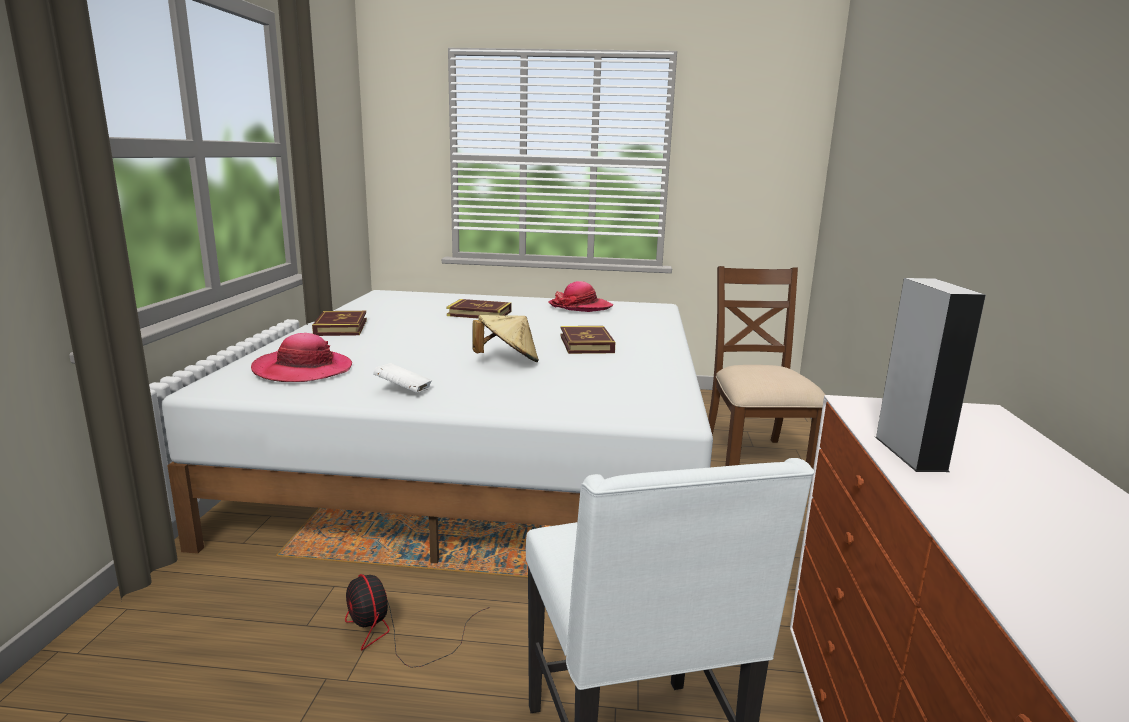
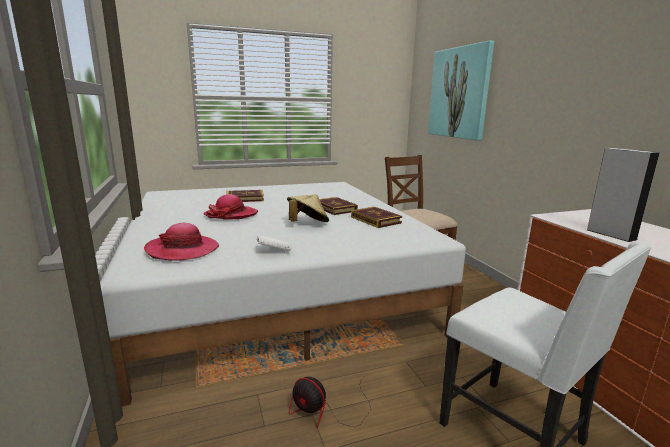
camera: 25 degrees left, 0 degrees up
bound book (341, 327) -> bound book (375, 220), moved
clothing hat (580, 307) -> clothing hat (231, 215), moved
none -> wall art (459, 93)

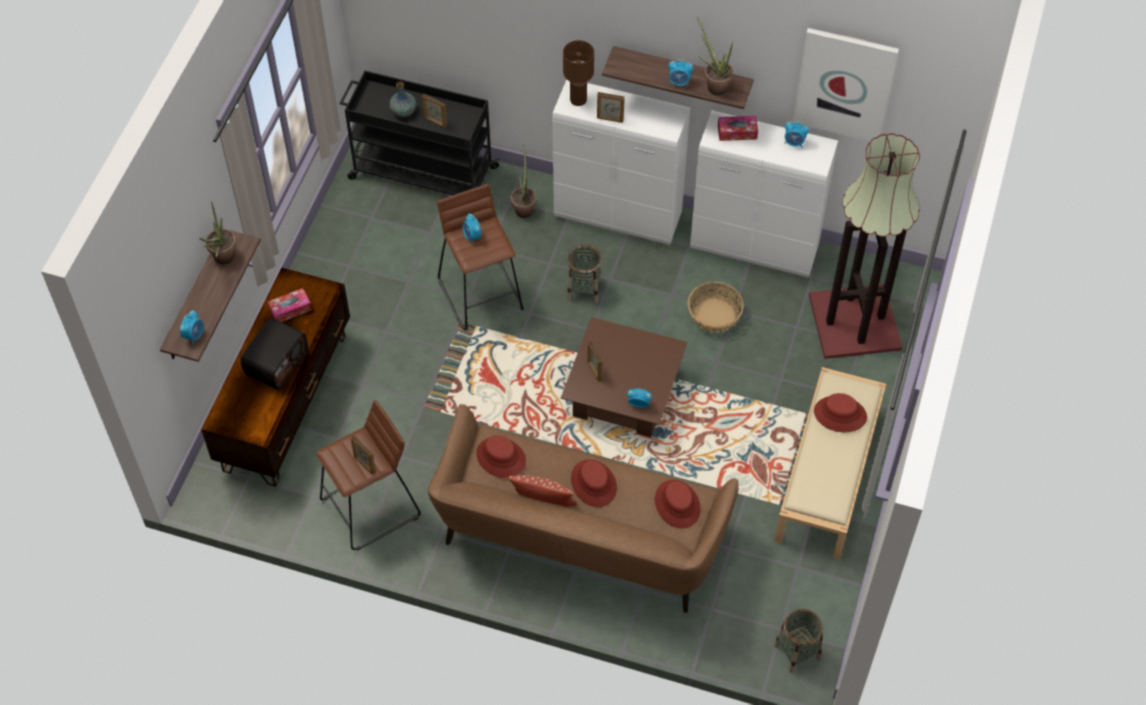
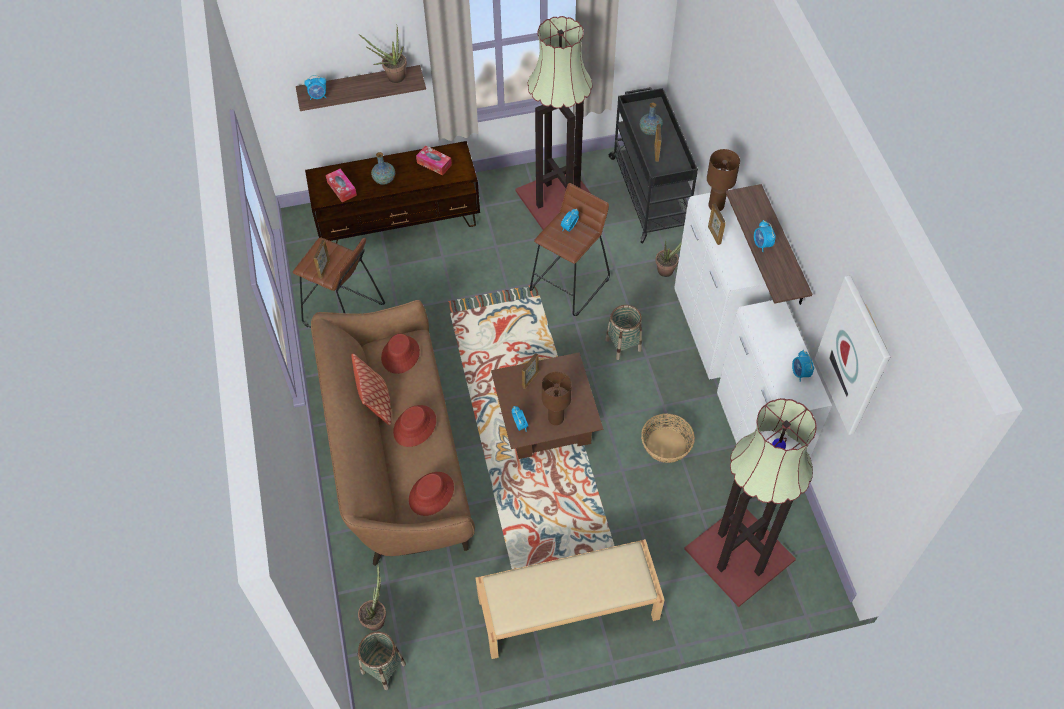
camera: 60 degrees right, 0 degrees up
radio set (276, 363) -> vase (384, 180)
plant in a pot (714, 85) -> plant in a pot (376, 617), moved
tissue box (737, 132) -> tissue box (342, 189), moved
clothing hat (reddish) (840, 414) -> none
none -> standard lamp (558, 199)
none -> table lamp (brown-coloured) (556, 418)

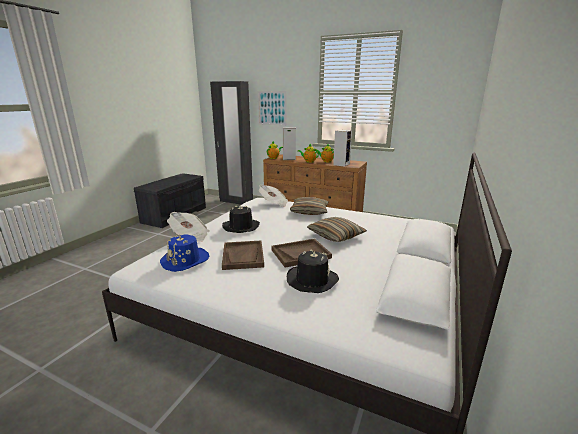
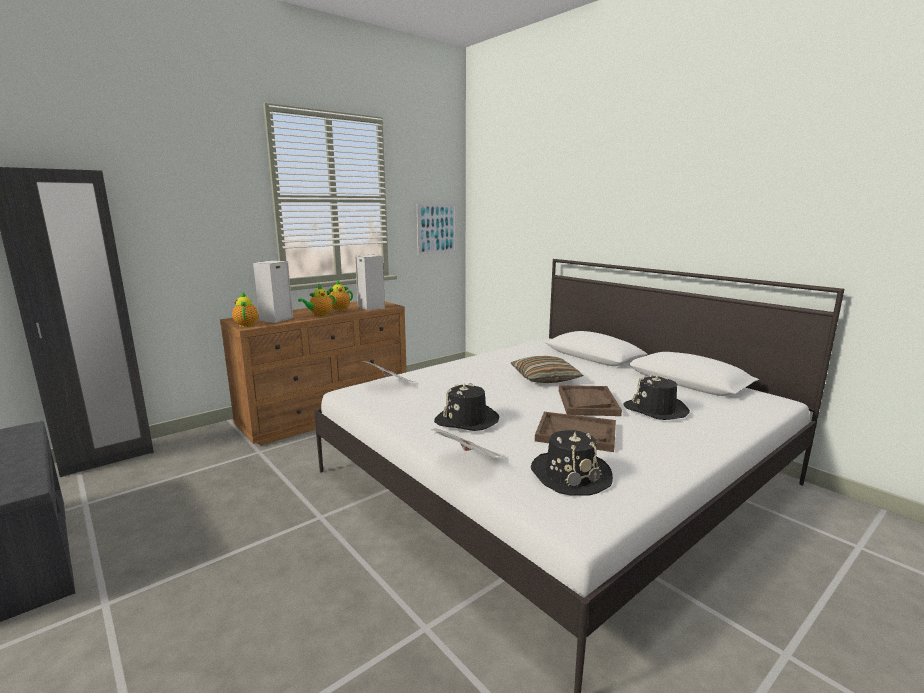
camera: 65 degrees left, 5 degrees down
clothing hat (bluish) (185, 260) -> clothing hat (black-coloured) (570, 475)
wall art (272, 108) -> wall art (436, 229), moved
throw pillow (309, 211) -> none

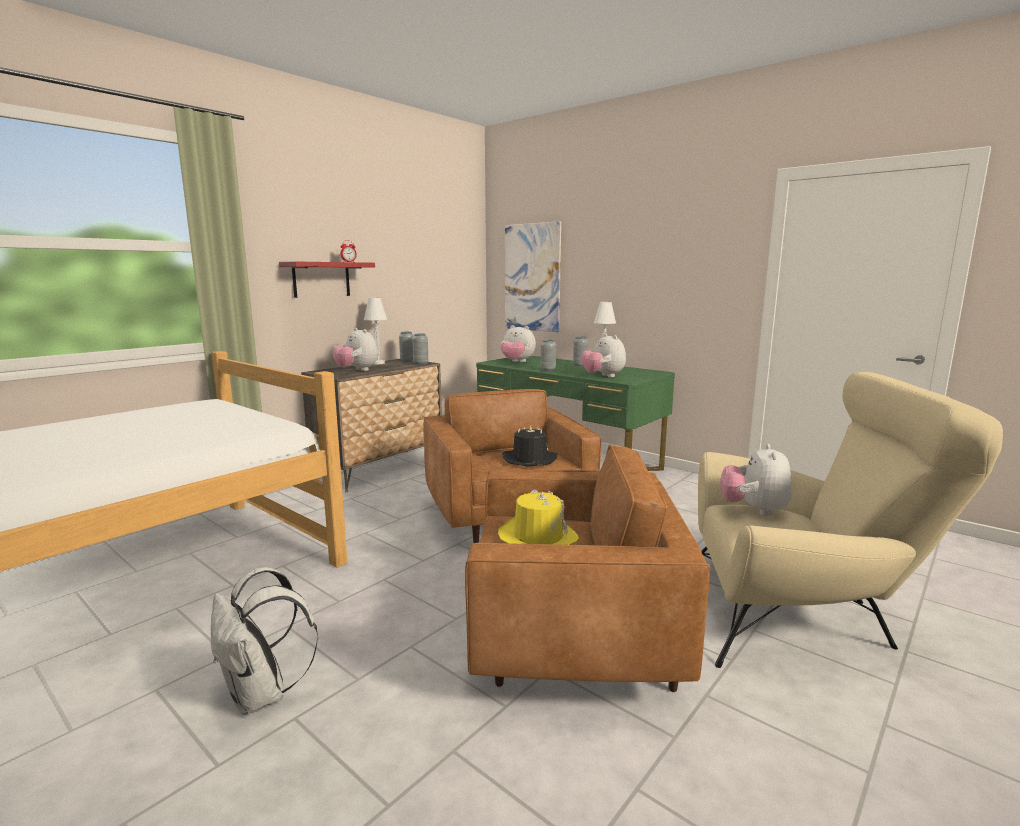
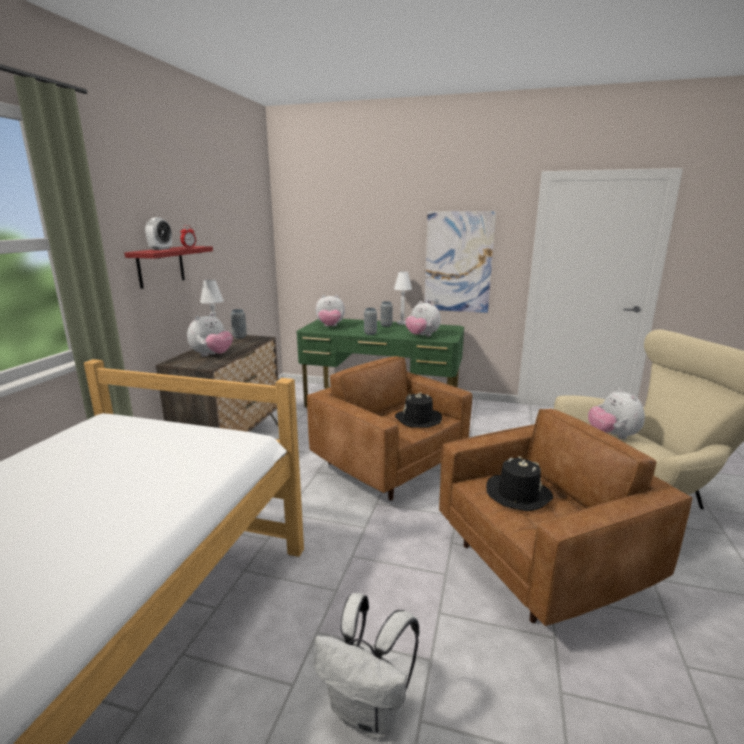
camera: 25 degrees left, 5 degrees up
cuddly toy (357, 370) -> cuddly toy (212, 355), 75 degrees counterclockwise
vase (grey) (421, 363) -> none
clothing hat (yellow) (537, 536) -> clothing hat (black-coloured) (517, 494)
wall art (532, 277) -> wall art (458, 262), moved
none -> bedside clock (161, 249)

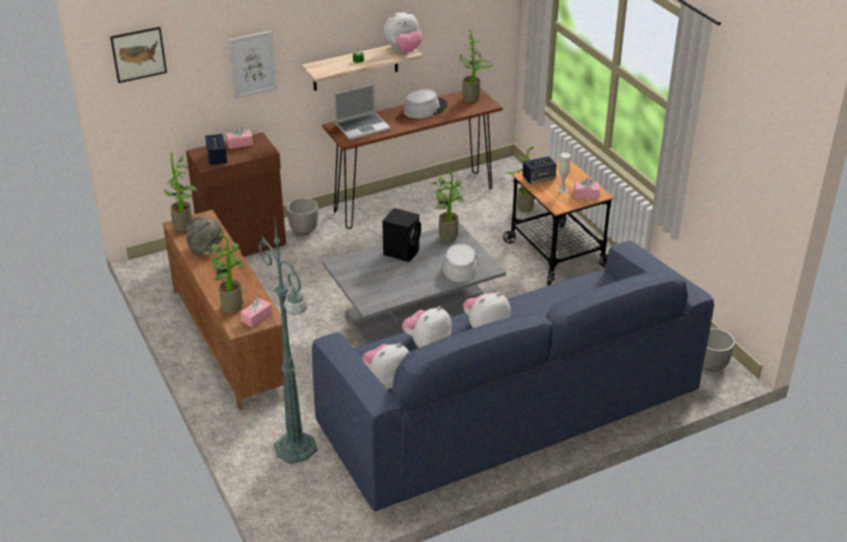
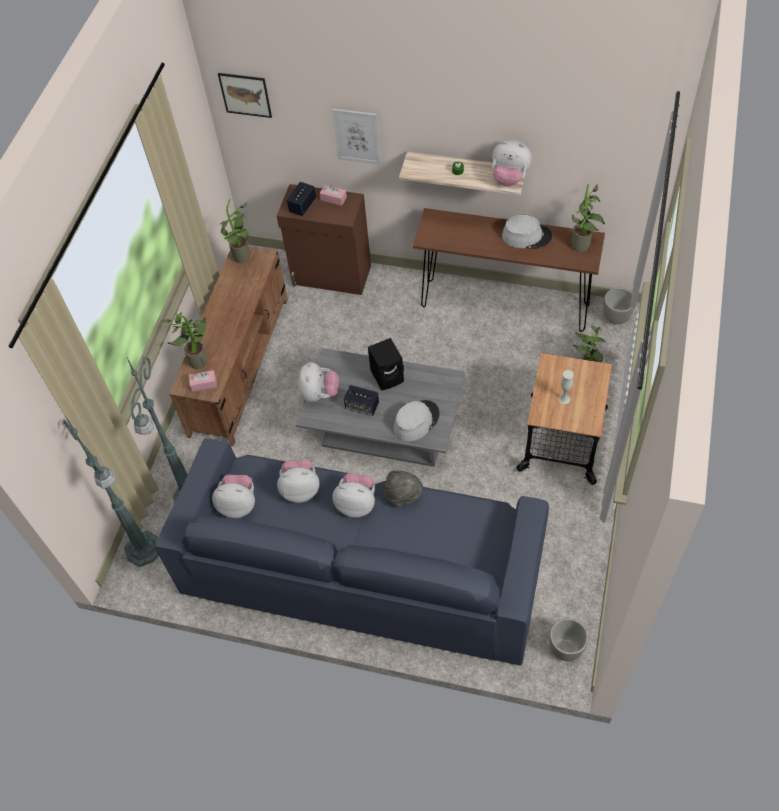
camera: 45 degrees right, 20 degrees up
clothing hat (grey) (206, 248) -> clothing hat (grey) (403, 495), moved
planter (303, 230) -> planter (616, 317), moved
laptop (362, 127) -> none
plant in a pot (447, 235) -> none
audio speaker (538, 178) -> audio speaker (362, 406), moved
tissue box (pink-coloured) (586, 195) -> none
none -> standard lamp (green-coloured) (144, 550)
none -> cuddly toy (319, 394)

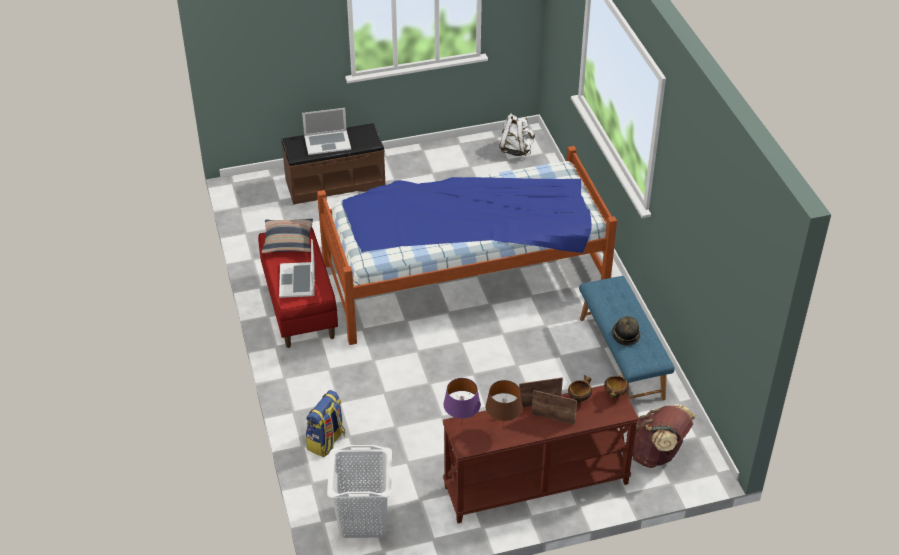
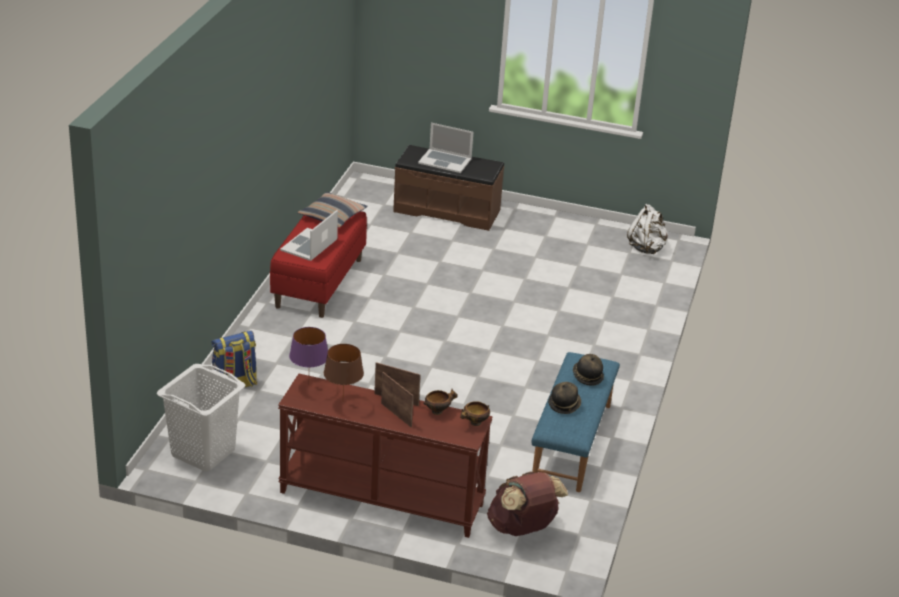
camera: 30 degrees right, 10 degrees down
sleeping bed (463, 277) -> none
none -> clothing hat (587, 377)

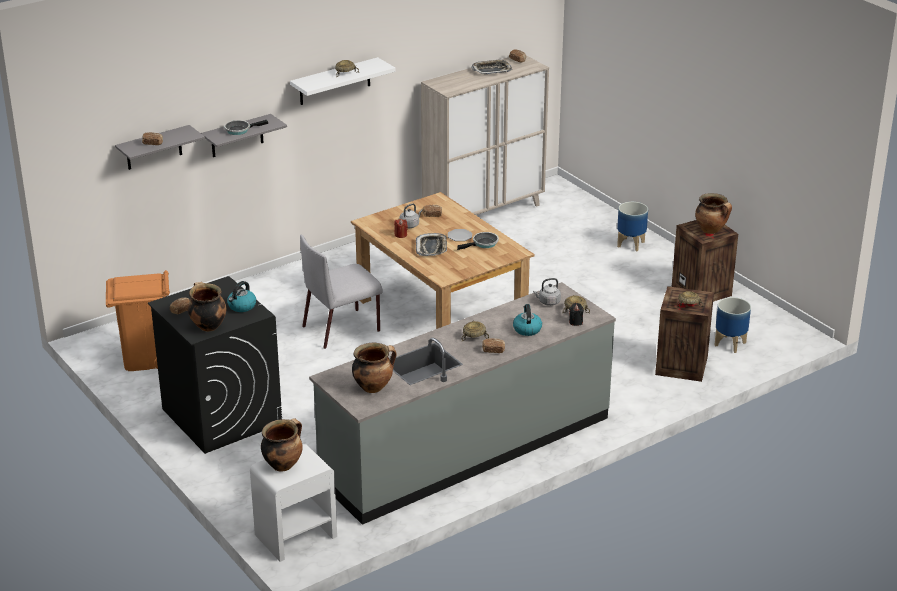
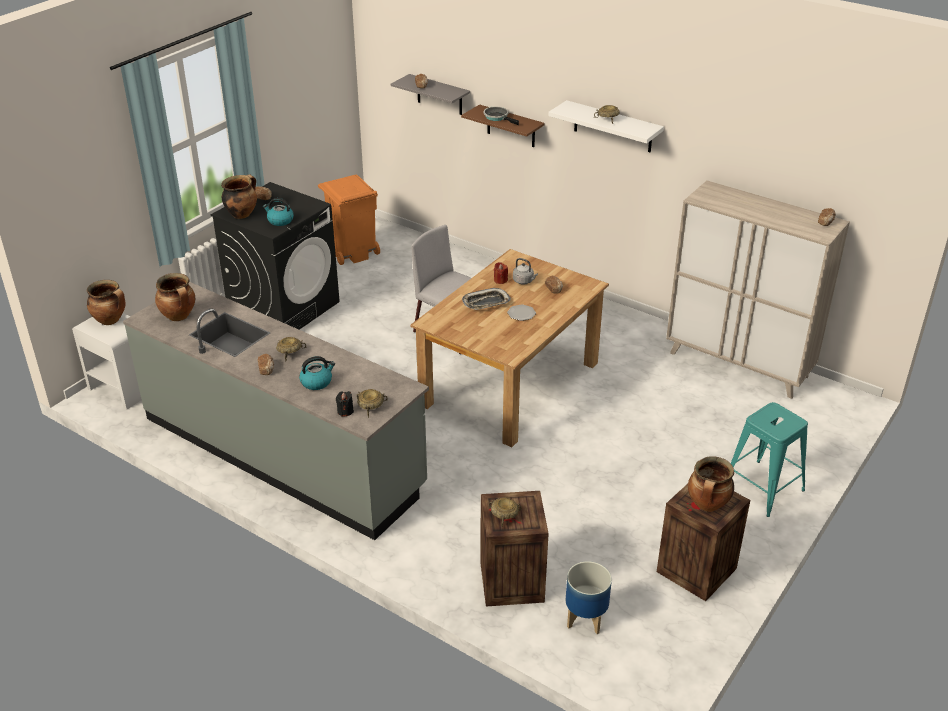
camera: 70 degrees right, 5 degrees up
shelf (grey) (237, 136) -> shelf (brown-coloured) (511, 126)
frying pan (483, 244) -> none
tray (491, 70) -> none
water kettle (grey) (548, 302) -> none
planter (631, 244) -> stool seat (turquoise) (763, 488)

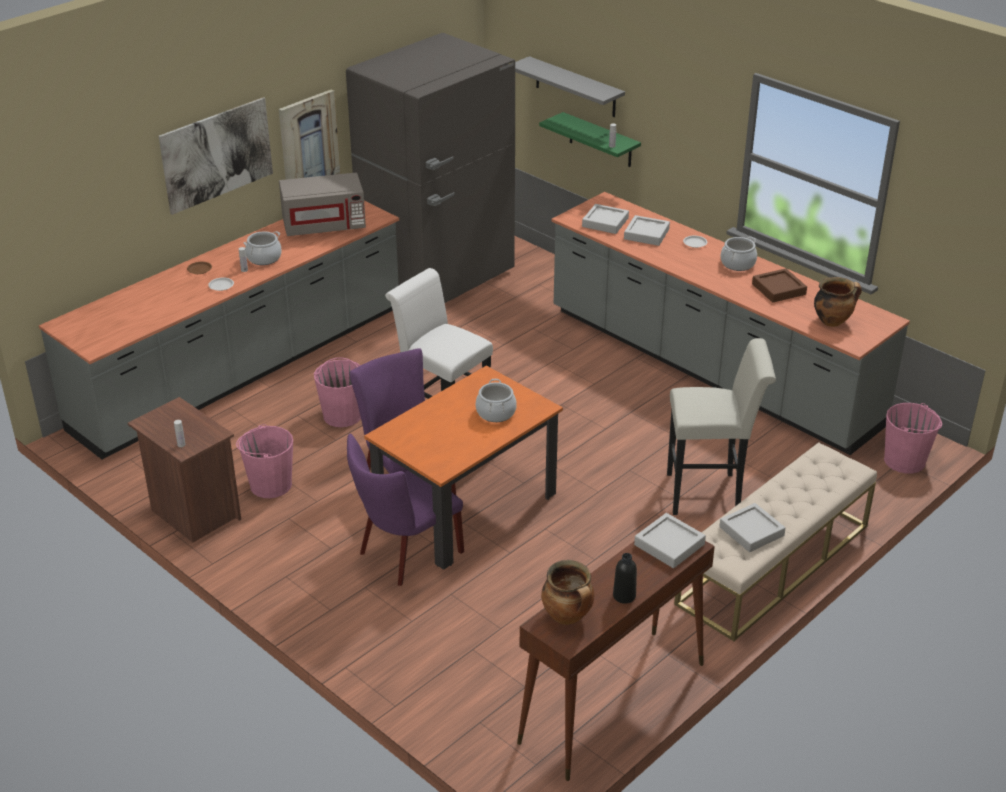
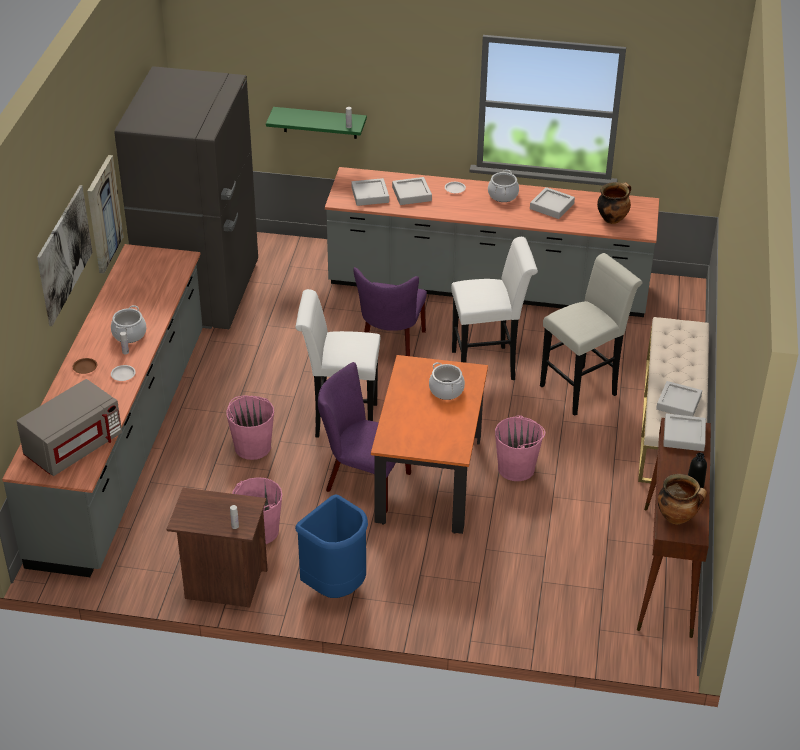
camera: 35 degrees left, 5 degrees up
microwave oven (grey) (324, 226) -> microwave oven (grey) (73, 446), moved
upright chair (purplish) (405, 554) -> upright chair (purplish) (391, 348), moved
shelf (grey) (575, 87) -> none
tray (brown-coloured) (778, 289) -> tray (grey) (552, 206)
water bucket (pink-coloured) (905, 461) -> water bucket (pink-coloured) (516, 468), moved
none -> waste bin (bluish) (335, 587)
none -> stool seat (whitish) (488, 365)

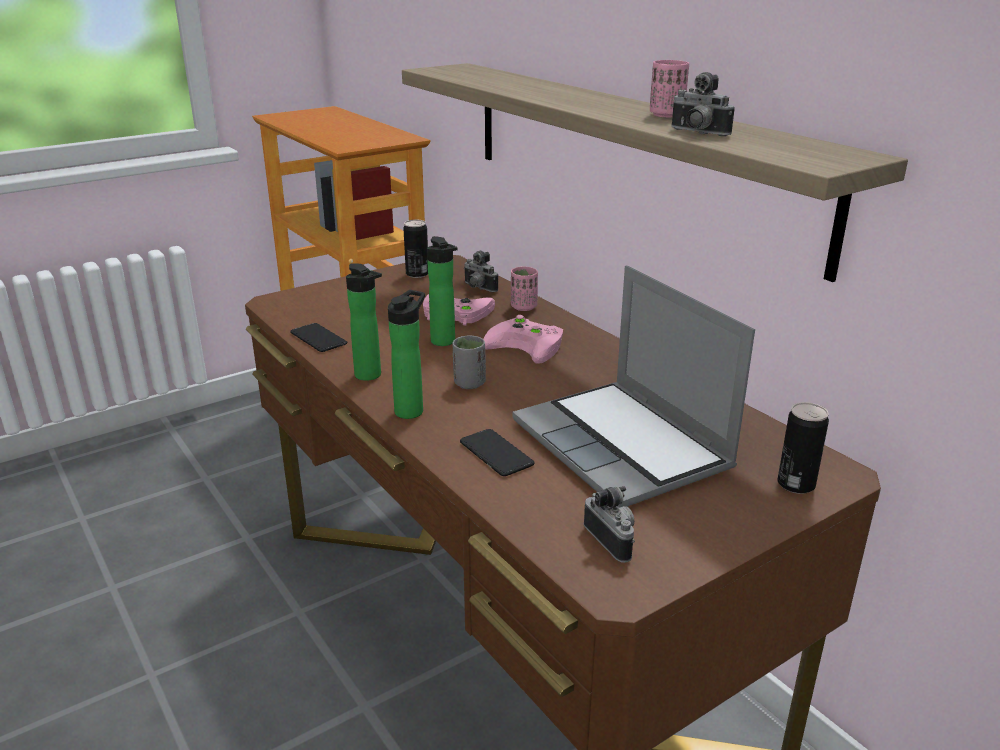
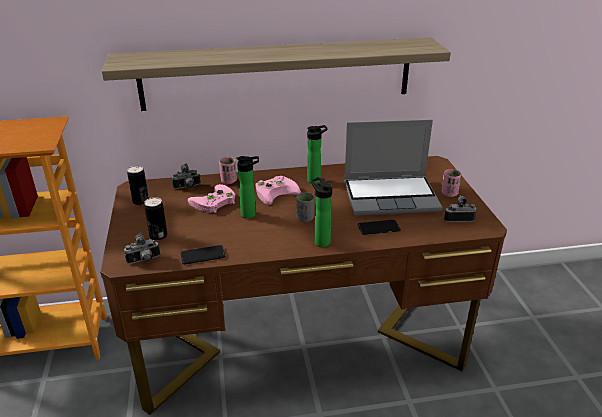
camera: 65 degrees left, 5 degrees up
bottle (370, 376) -> bottle (316, 180), moved
drinking cup (pink-coloured) (666, 115) -> drinking cup (pink-coloured) (449, 193), moved
photo camera (697, 133) -> photo camera (144, 261), moved
sealed can (796, 484) -> sealed can (158, 236), moved

